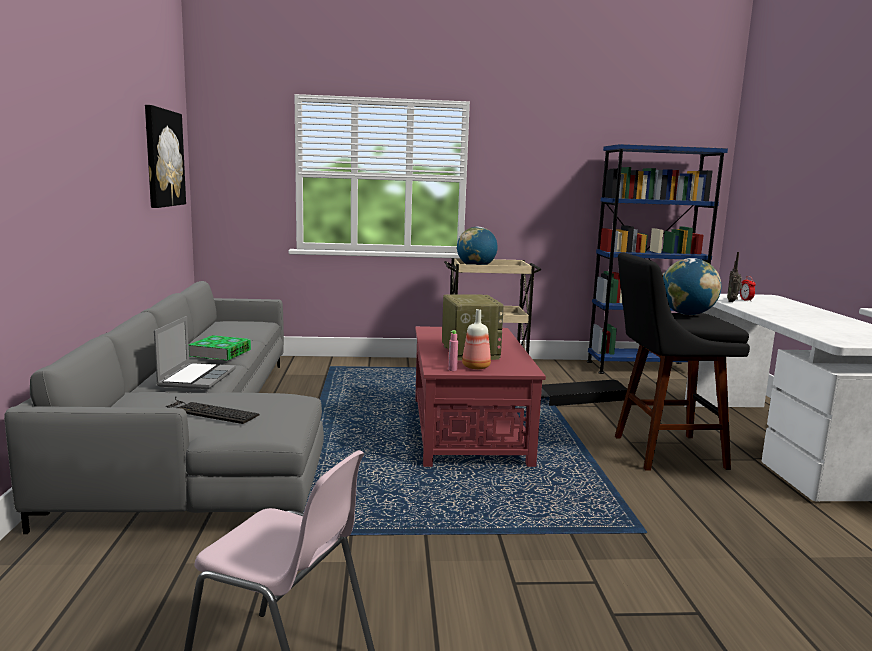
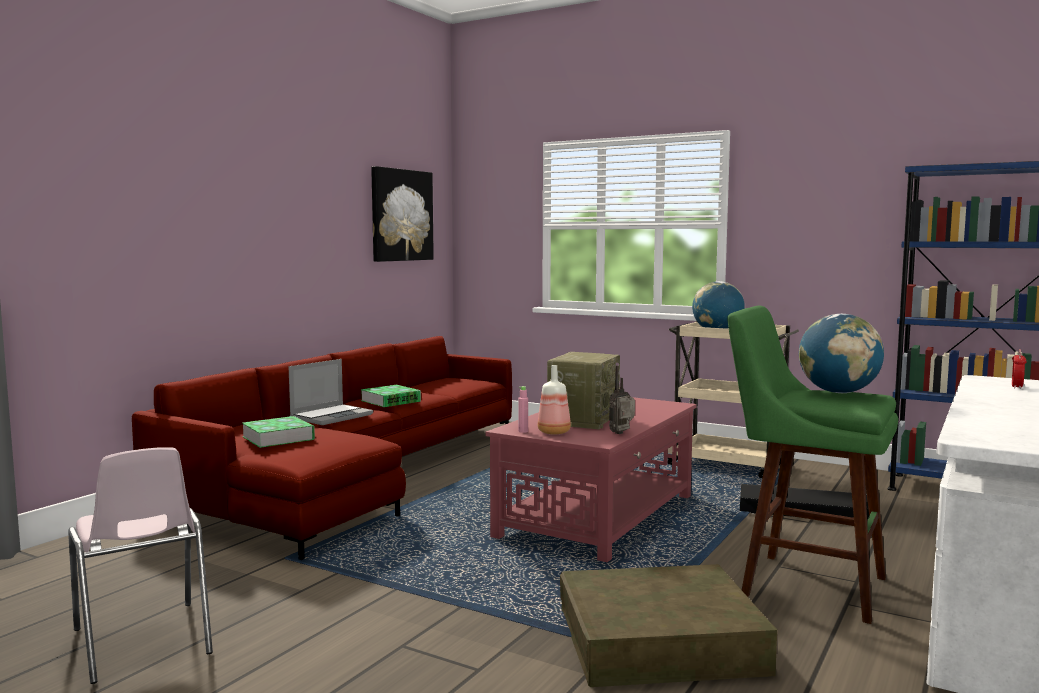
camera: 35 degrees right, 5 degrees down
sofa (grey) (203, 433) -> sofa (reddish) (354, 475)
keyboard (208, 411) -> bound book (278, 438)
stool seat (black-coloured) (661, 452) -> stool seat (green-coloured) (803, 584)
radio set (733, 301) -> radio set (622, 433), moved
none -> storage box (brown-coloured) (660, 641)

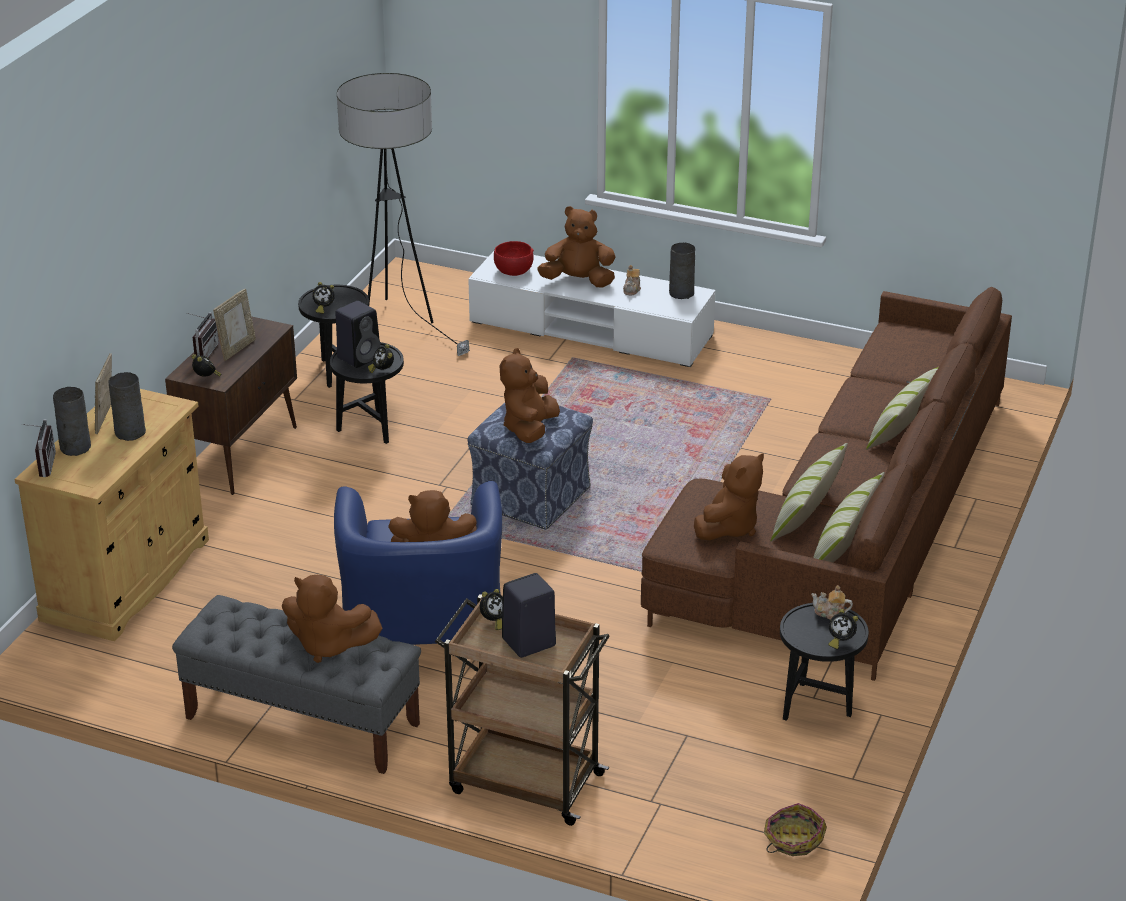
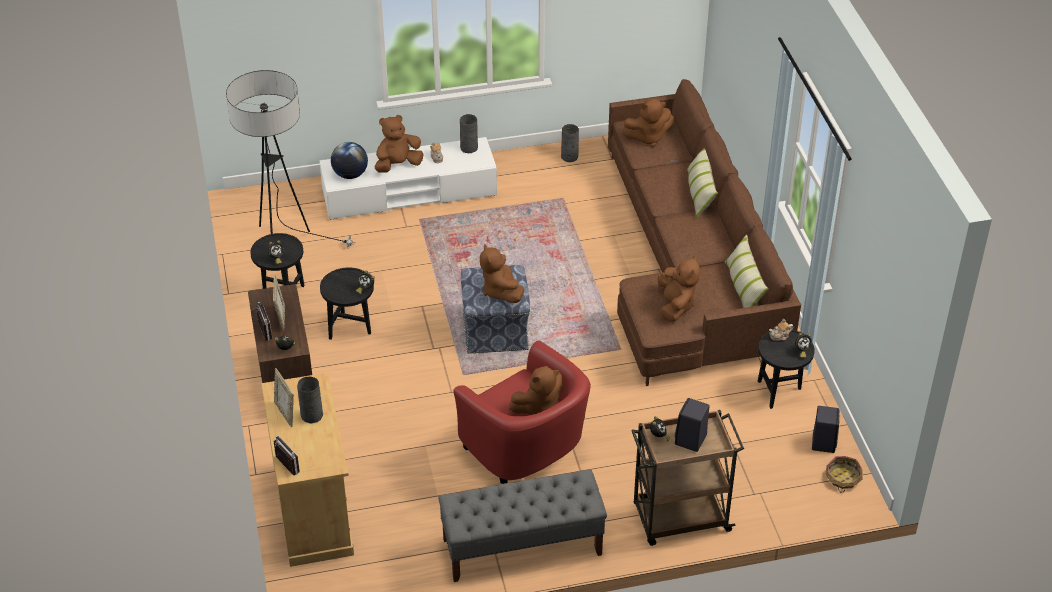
camera: 35 degrees left, 10 degrees up
vase (grey) (74, 447) -> vase (grey) (569, 157), moved
cuddly toy (brown-coloured) (328, 645) -> cuddly toy (brown-coloured) (648, 137), moved
easy chair (bluish) (422, 629) -> easy chair (reddish) (526, 452)
audio speaker (black-coloured) (359, 357) -> audio speaker (black-coloured) (823, 442), moved
bowl (reddish) (513, 272) -> desk globe (350, 175)
throw pillow (806, 513) -> none

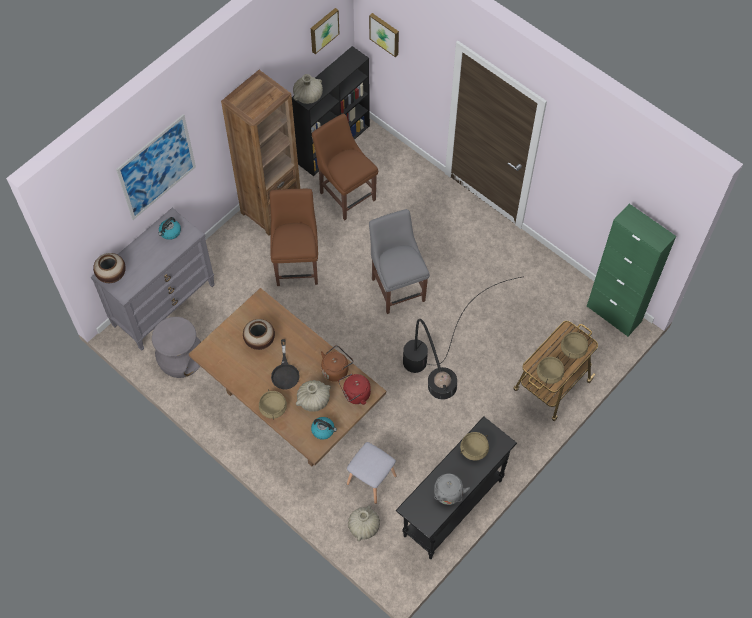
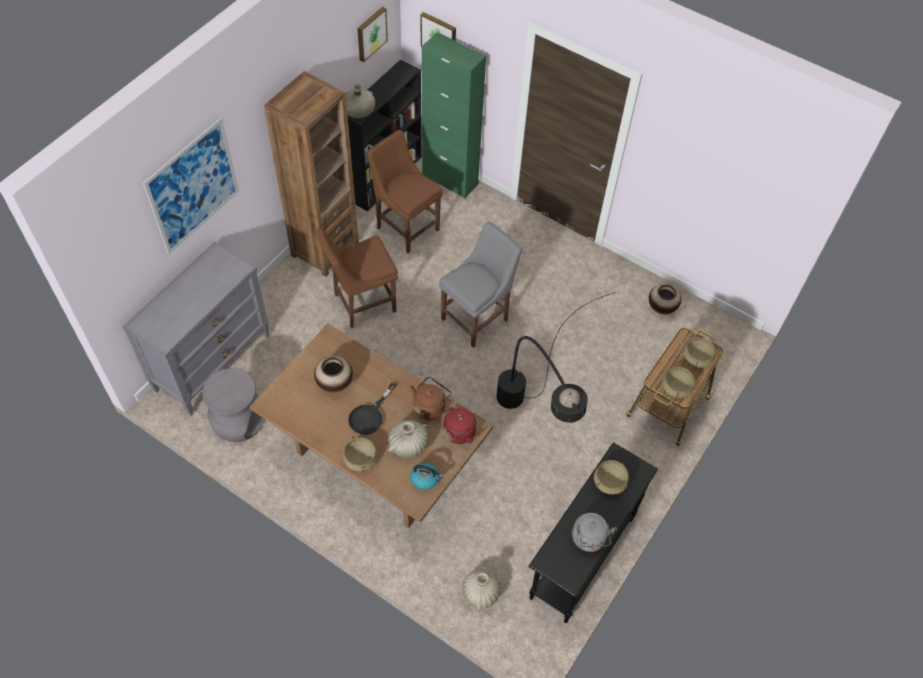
camera: 10 degrees left, 5 degrees down
vase (112, 275) -> vase (661, 307), moved
water kettle (170, 232) -> none
upright chair (brown-coloured) (297, 264) -> upright chair (brown-coloured) (361, 304), 105 degrees counterclockwise
frying pan (black-coloured) (285, 372) -> frying pan (black-coloured) (369, 416), 45 degrees clockwise
stool seat (grey) (371, 480) -> none
upright chair (grey) (397, 287) -> upright chair (grey) (477, 318), 75 degrees clockwise
cupboard (green-coloured) (613, 314) -> cupboard (green-coloured) (450, 180), moved

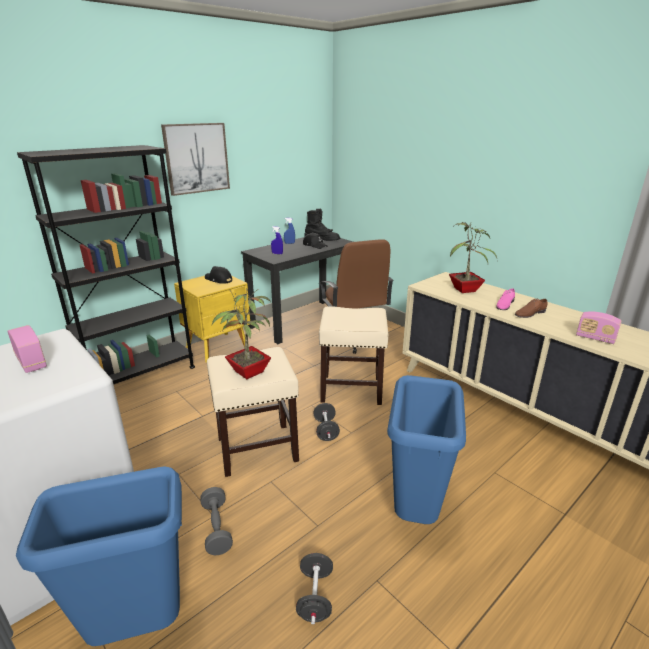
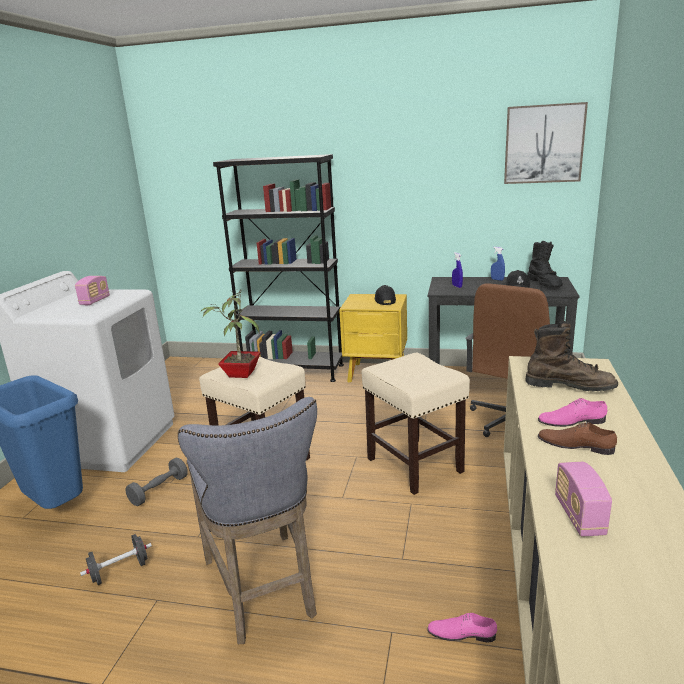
camera: 55 degrees right, 5 degrees down
wall art (196, 158) -> wall art (543, 144), moved
hand weight (black-coloured) (326, 430) -> none
waste bin (bluish) (416, 512) -> stool seat (grey) (263, 591)
plant in a pot (466, 290) -> tall boot (brown-coloured) (569, 386)
none -> item of footwear (pink-coloured) (461, 633)

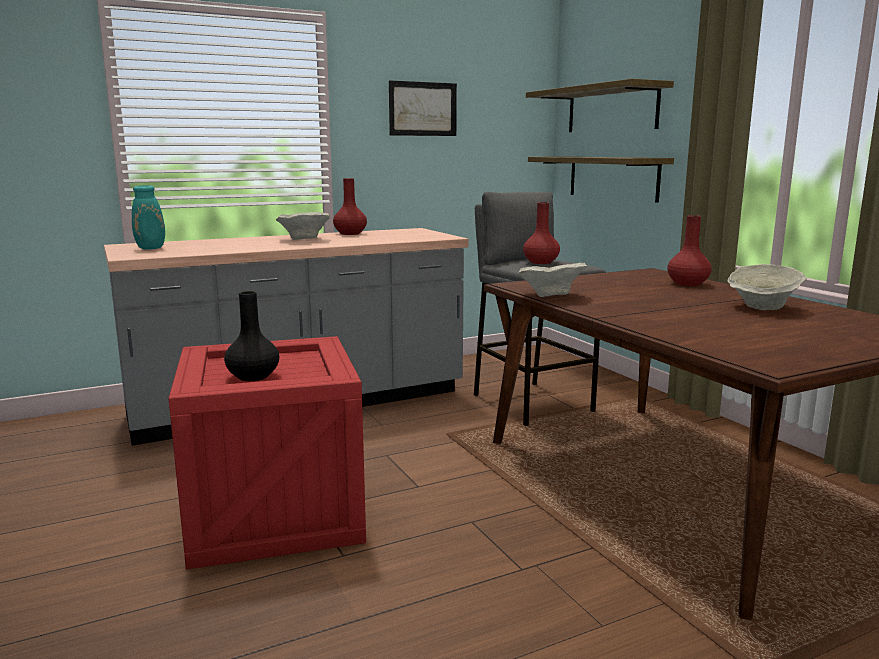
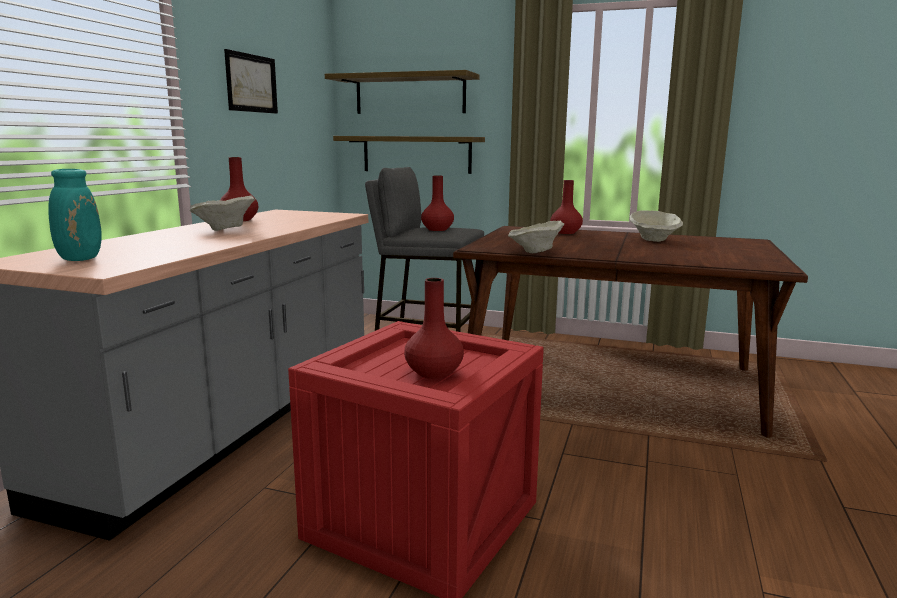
camera: 45 degrees left, 0 degrees up
vase (black-coloured) (252, 377) -> vase (reddish) (434, 373)

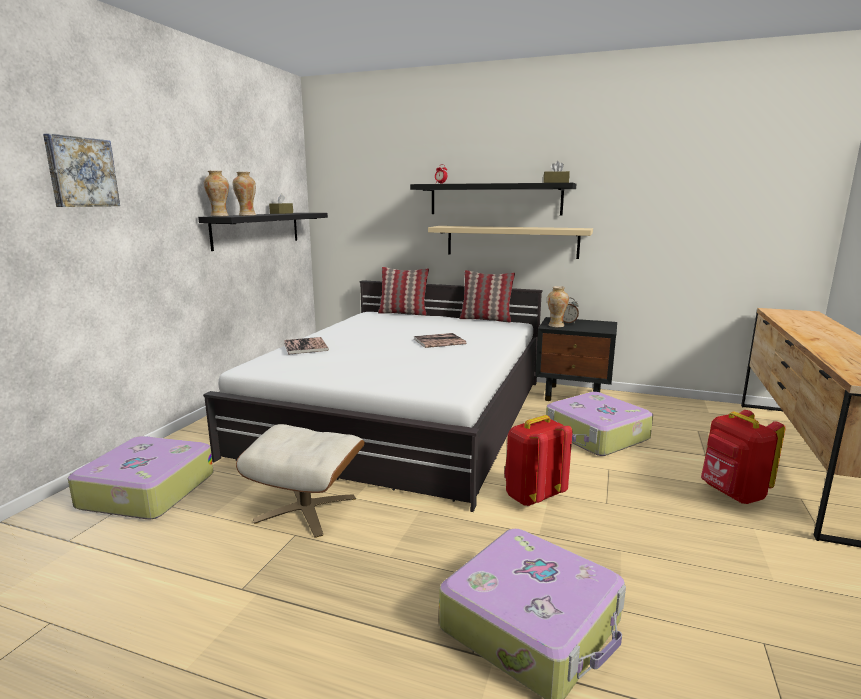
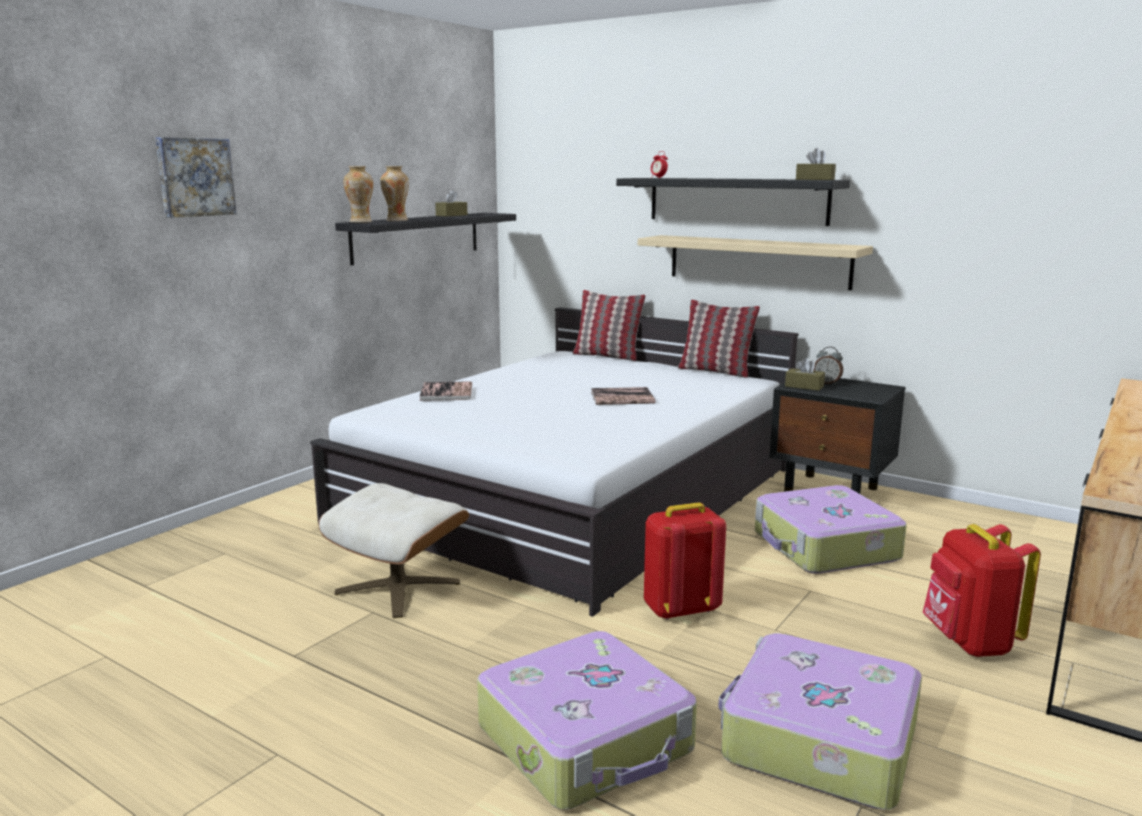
camera: 15 degrees right, 0 degrees up
piece of luggage (146, 491) -> piece of luggage (817, 740), moved
vase (556, 325) -> tissue box (brown-coloured) (804, 386)

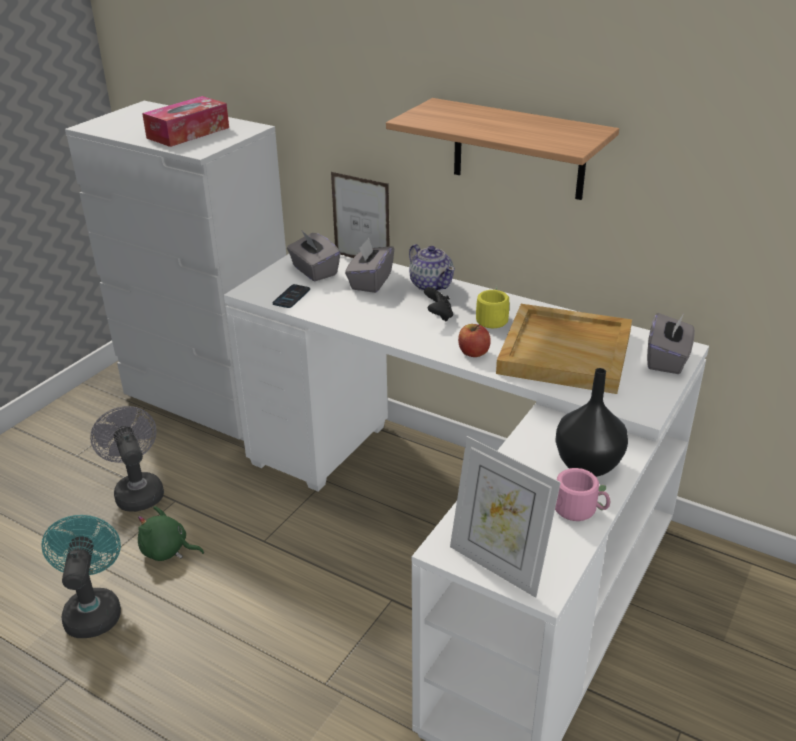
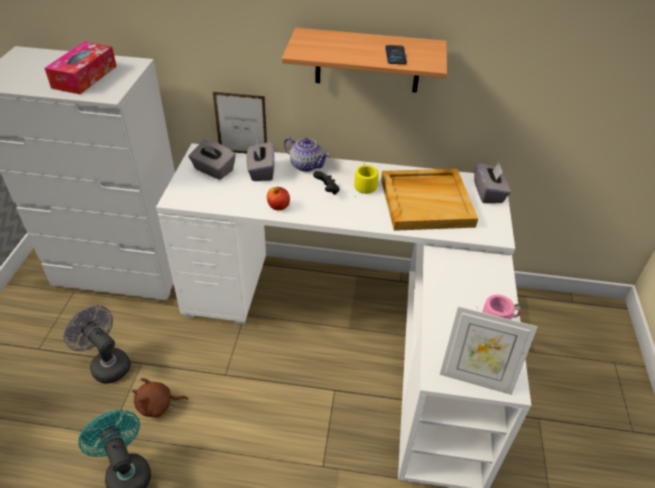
camera: 25 degrees left, 10 degrees up
cuddly toy (green-coloured) (167, 551) -> cuddly toy (brown-coloured) (158, 405)
handset (291, 297) -> handset (395, 55), moved
apple fruit (473, 352) -> apple fruit (278, 206), moved
vase (black-coloured) (589, 465) -> none

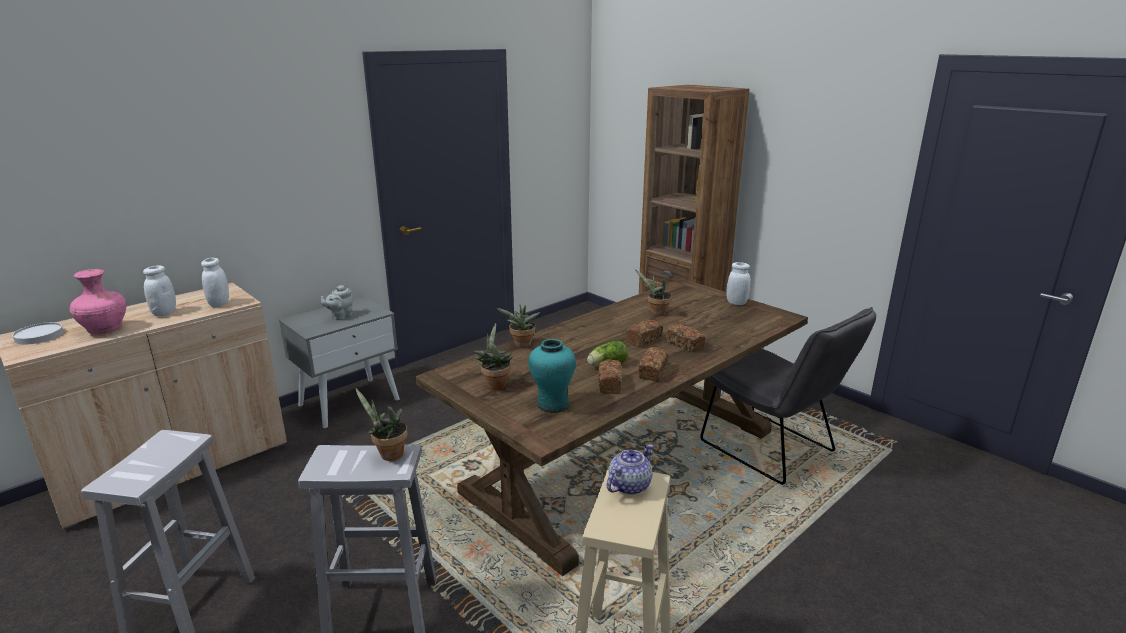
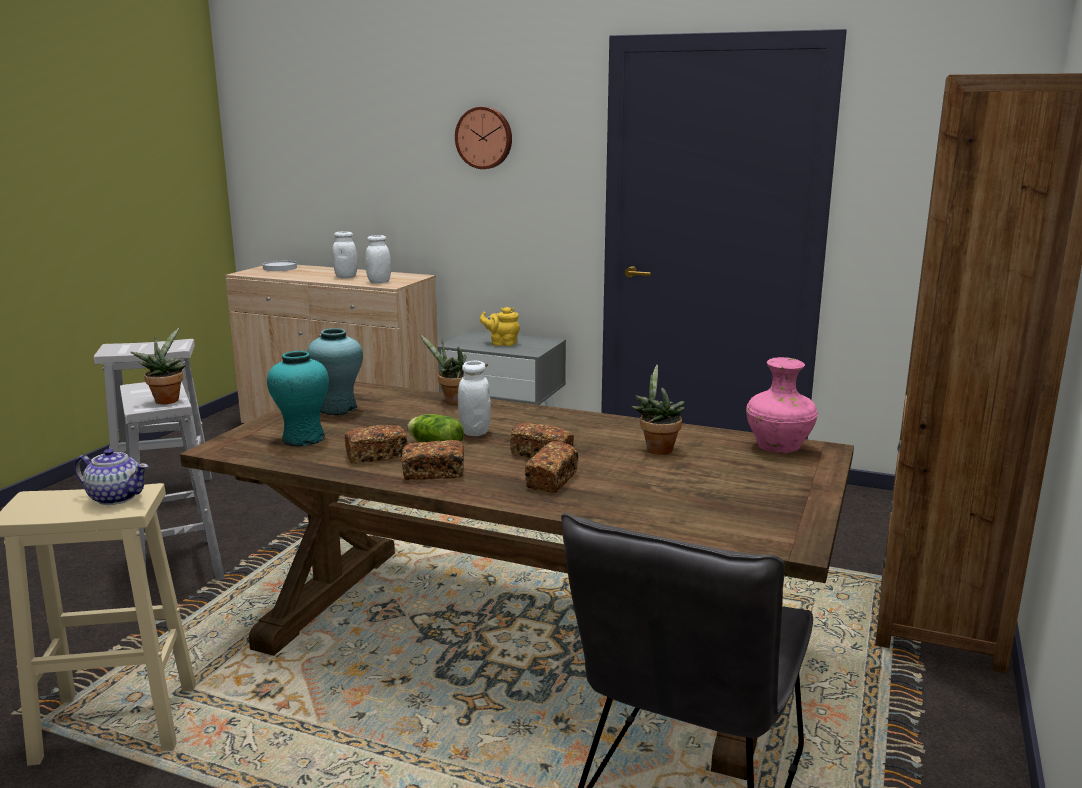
camera: 65 degrees right, 5 degrees down
vase (pink-coloured) (106, 330) -> vase (pink-coloured) (779, 448), moved
tea pot (grey) (340, 316) -> tea pot (yellow) (502, 343)
plant in a pot (495, 384) -> vase (turquoise) (338, 408)
storage jar (whitish) (736, 303) -> storage jar (whitish) (474, 432), moved
none -> hanging clock (484, 138)

